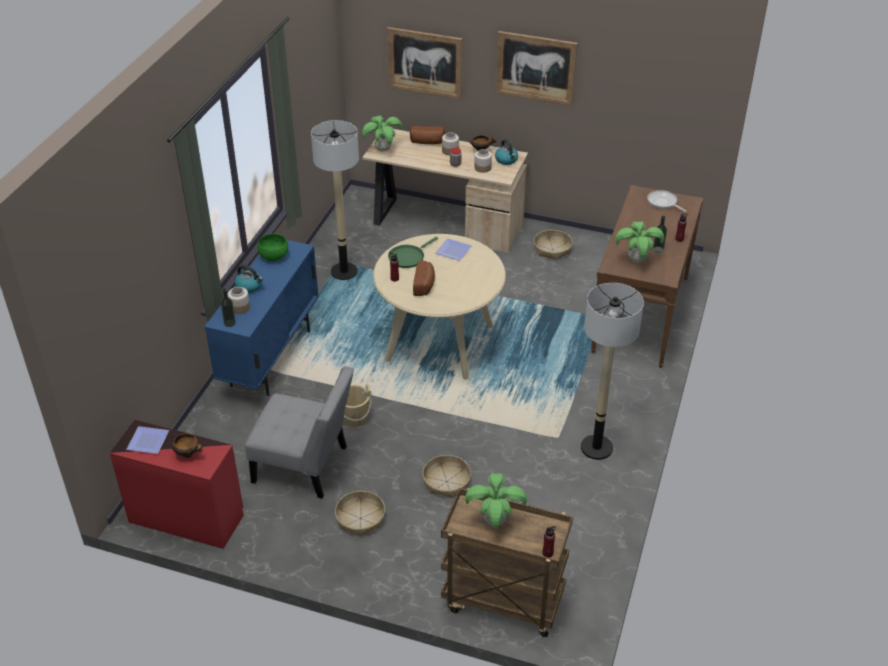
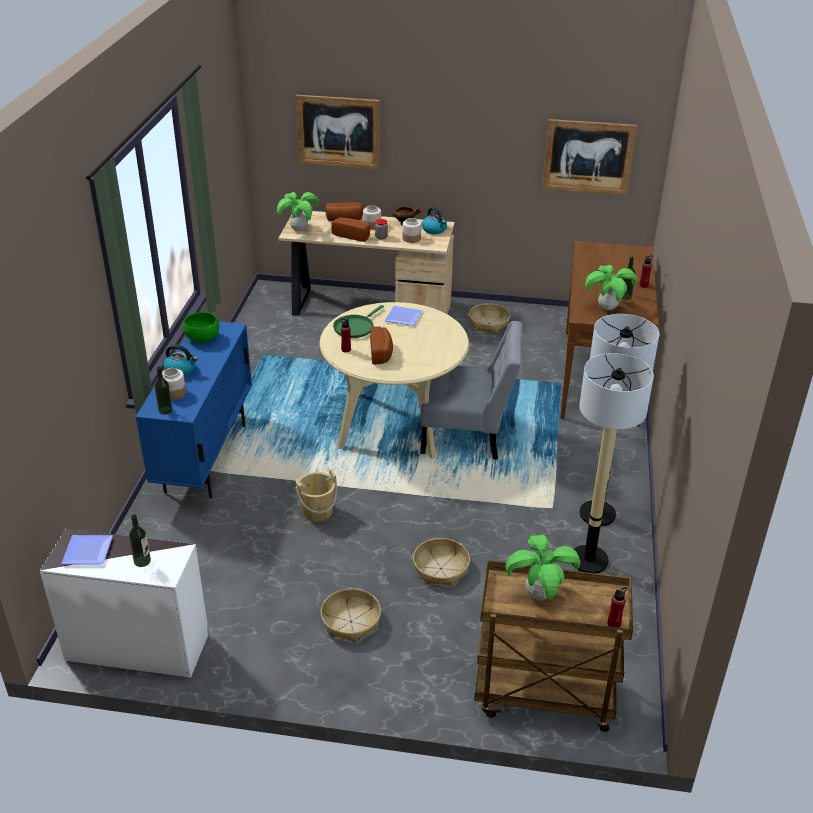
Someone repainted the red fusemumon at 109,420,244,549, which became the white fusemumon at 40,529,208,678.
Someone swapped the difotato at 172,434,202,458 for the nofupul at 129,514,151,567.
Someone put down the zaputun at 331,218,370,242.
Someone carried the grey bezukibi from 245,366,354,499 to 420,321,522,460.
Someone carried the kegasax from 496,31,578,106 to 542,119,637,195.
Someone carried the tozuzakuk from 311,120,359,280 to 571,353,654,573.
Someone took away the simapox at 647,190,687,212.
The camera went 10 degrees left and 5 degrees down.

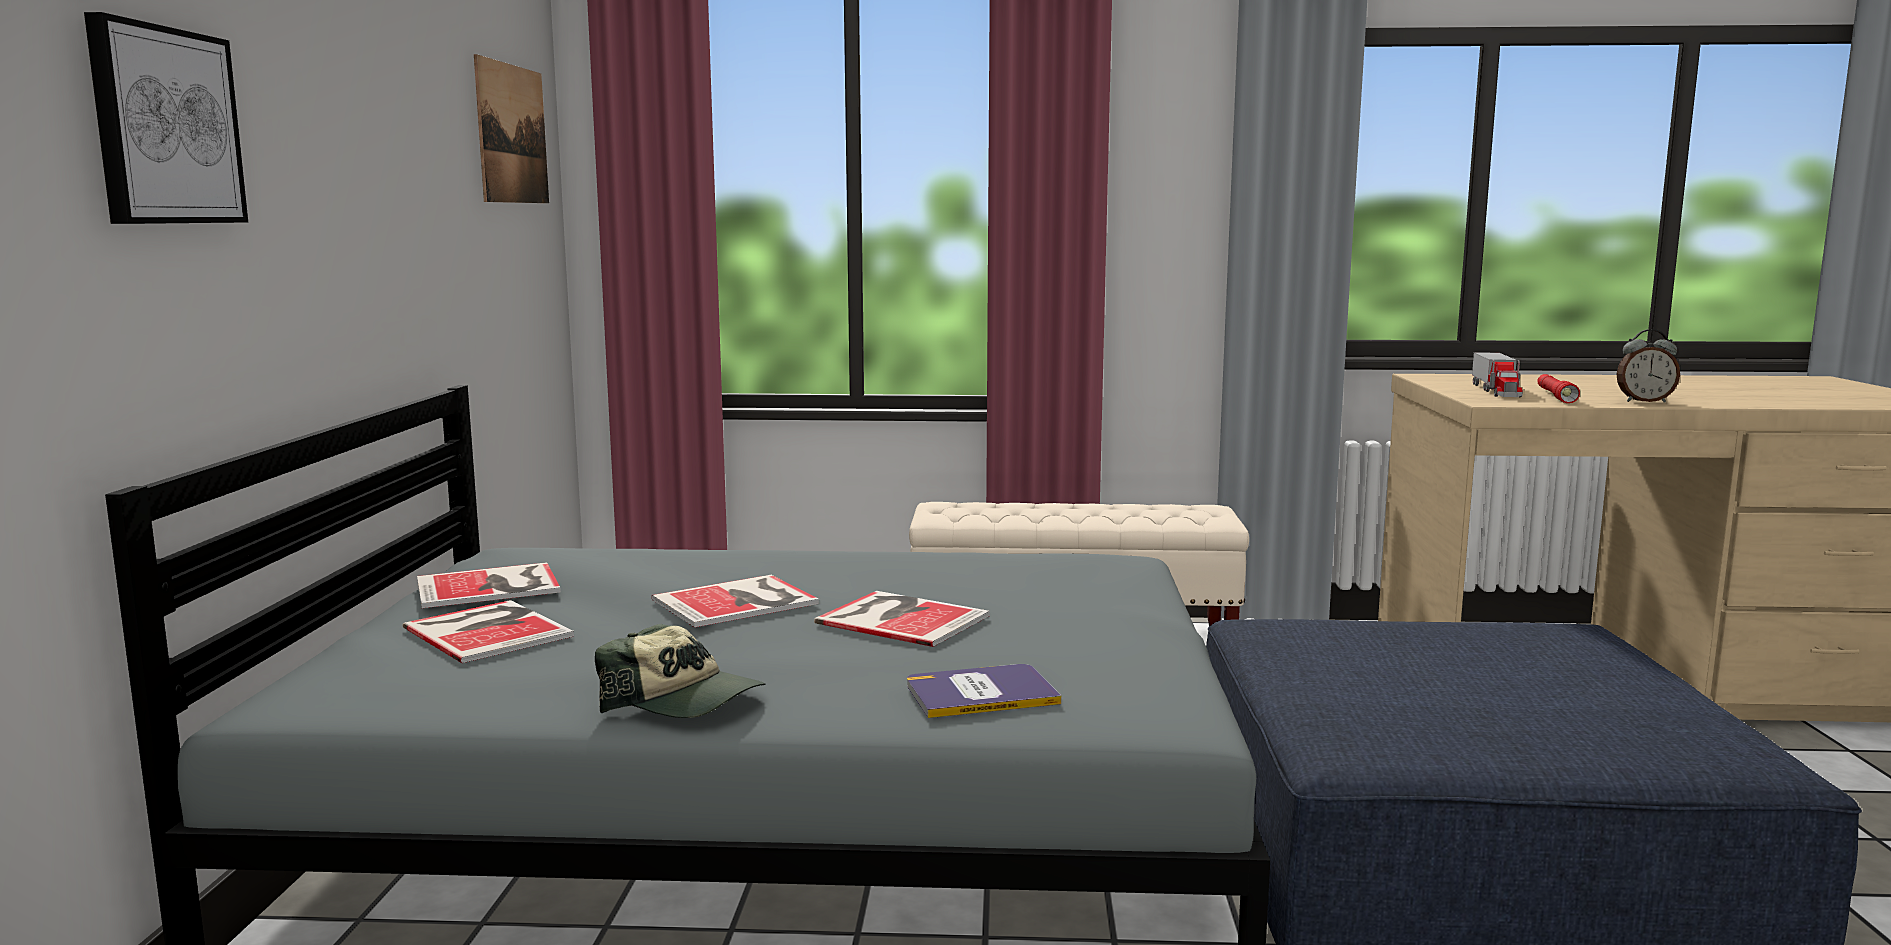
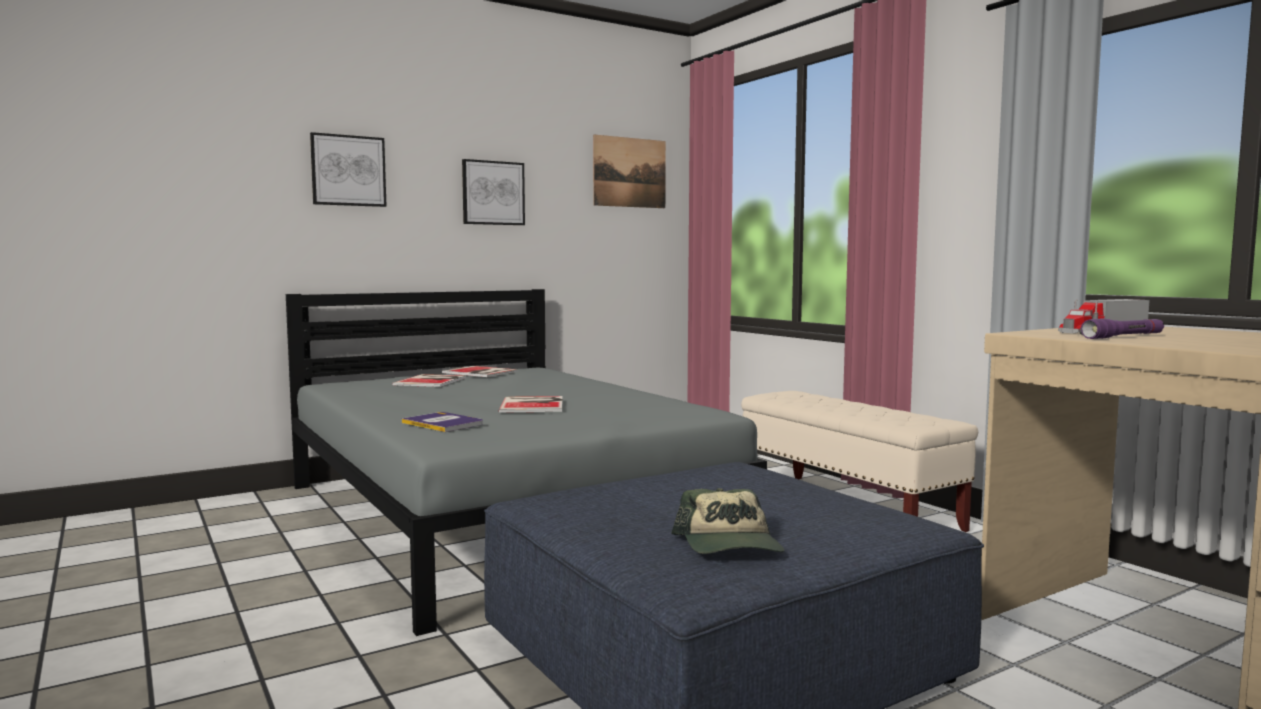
Someone put up the kegasax at 462,159,525,225.
Someone carried the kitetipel from 595,624,765,718 to 671,488,784,554.
Someone repainted the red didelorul at 1537,374,1580,403, which became the purple didelorul at 1081,318,1164,339.
Someone took away the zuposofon at 652,575,819,628.
Someone took away the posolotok at 1617,329,1680,403.
The camera went 55 degrees right and 5 degrees down.

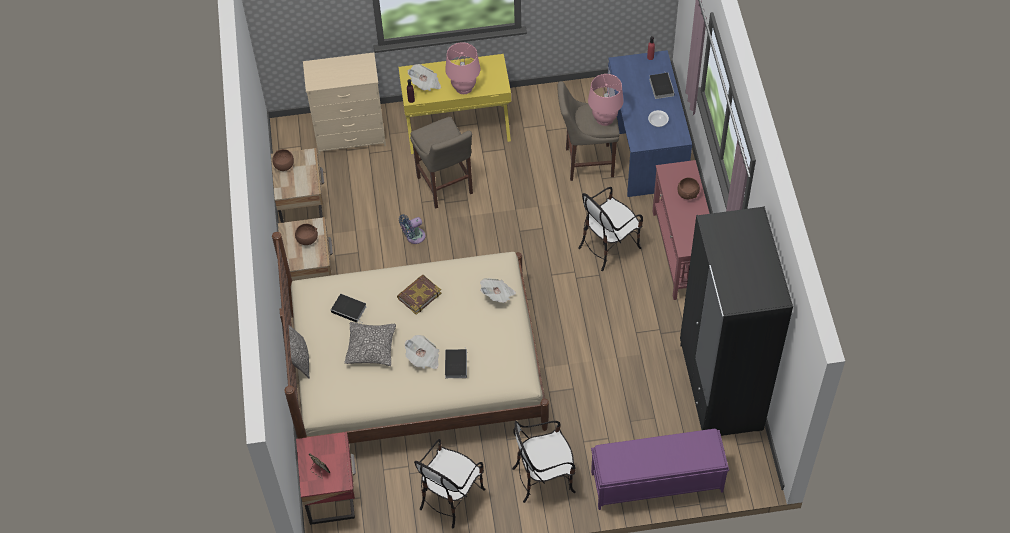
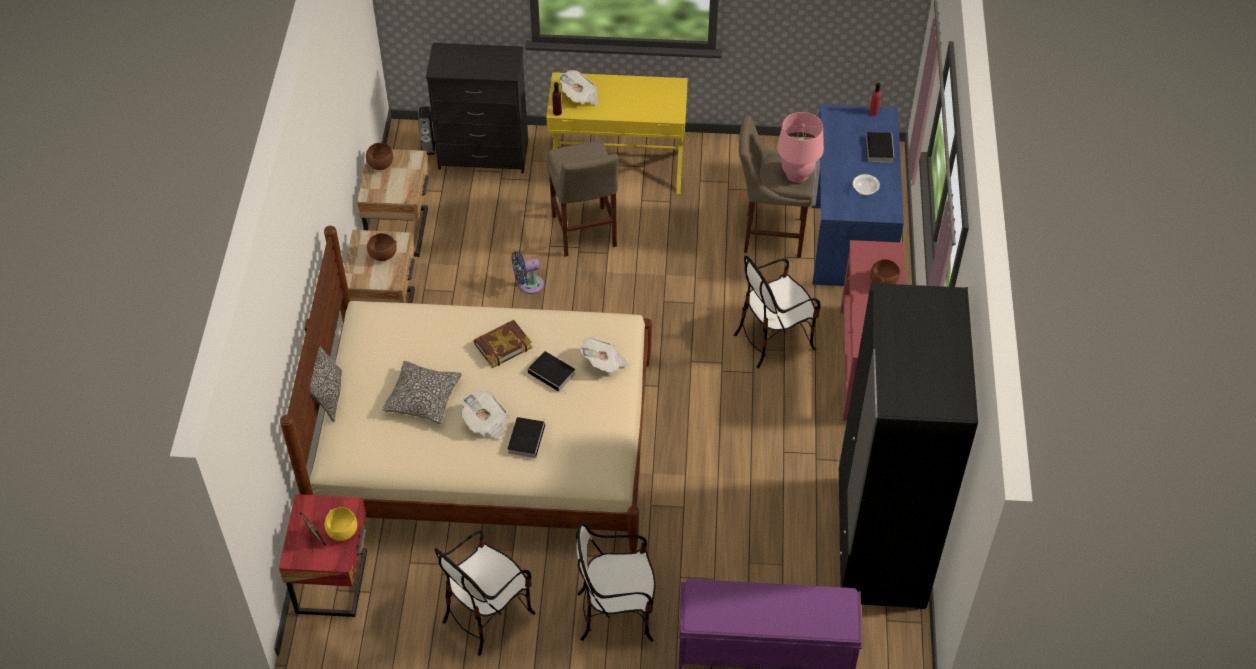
Someone put down the yellow difotato at 325,507,357,541.
Someone put down the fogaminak at 418,107,435,155.
Someone repainted the beige fusemumon at 303,53,386,154, which became the black fusemumon at 426,43,528,174.
Someone carried the zuposofon from 331,294,367,324 to 528,351,575,394.
Someone took away the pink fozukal at 445,42,480,94.
The camera went 10 degrees right and 5 degrees down.

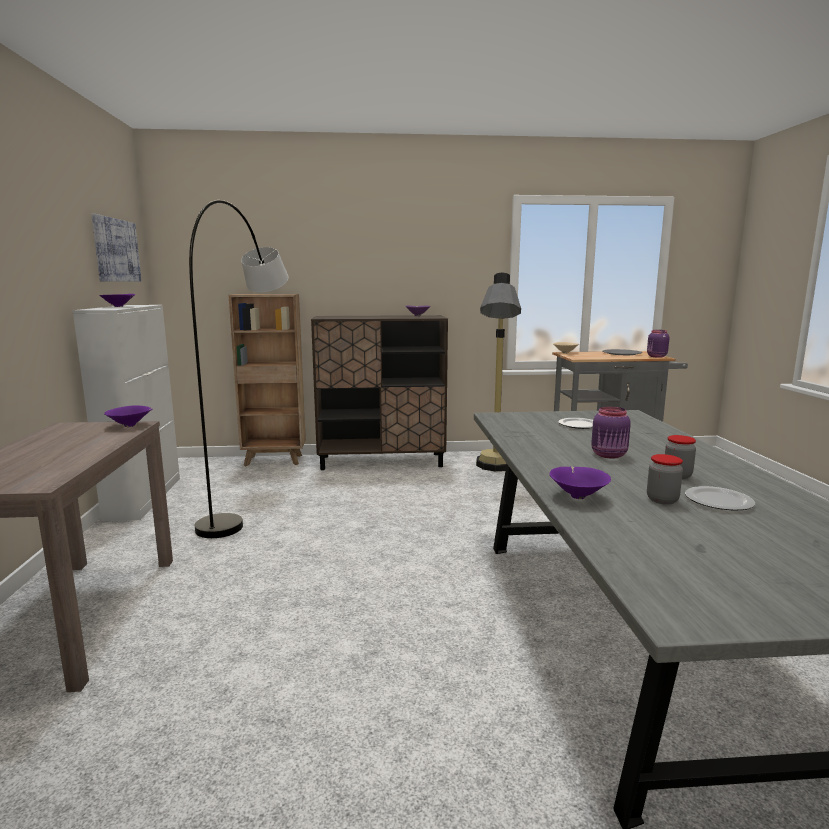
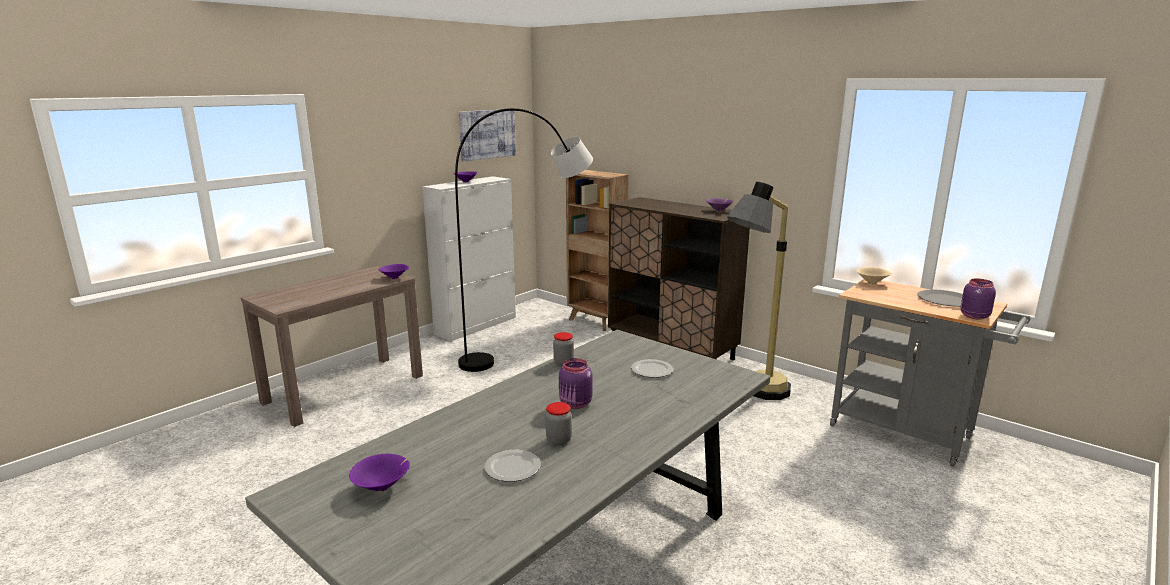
Someone carried the purple difotato from 549,467,611,499 to 349,454,410,492.
Someone carried the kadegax from 647,454,683,505 to 553,332,574,365.
The camera went 45 degrees right and 5 degrees up.

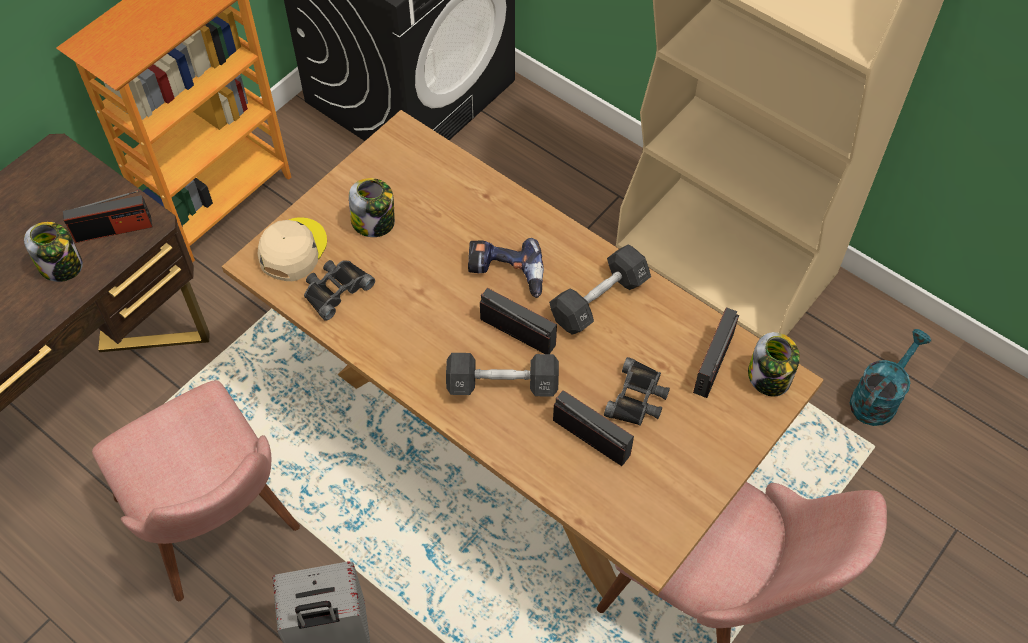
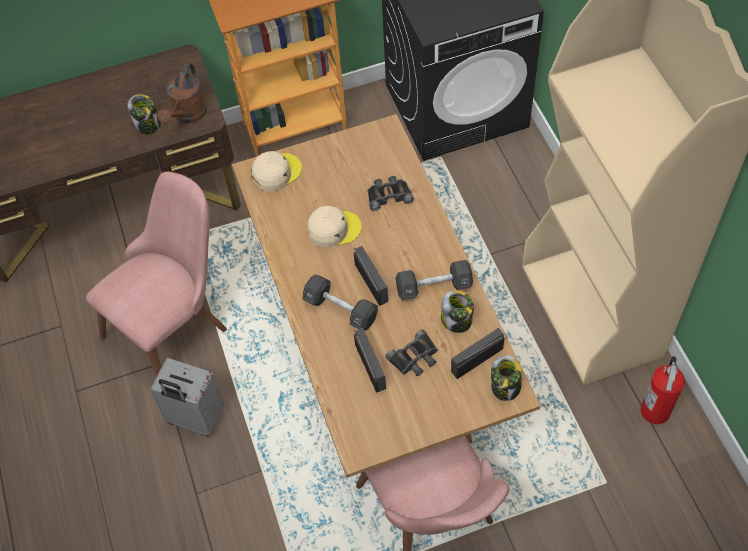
Someone rotated the pink bezukibi at 92,380,300,601 by 135 degrees counterclockwise.
Someone swapped the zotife at 63,190,152,243 for the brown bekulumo at 157,63,207,125.
Someone put down the beige kitetipel at 307,206,362,248.
Someone carried the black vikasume from 304,260,375,320 to 367,176,414,211.
Someone carried the kadegax from 349,178,395,237 to 441,290,474,333.
Someone put down the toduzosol at 641,356,685,424.
Someone took away the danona at 468,238,544,298.
Someone took away the turquoise bekulumo at 850,329,931,426.
The camera went 35 degrees right and 0 degrees up.

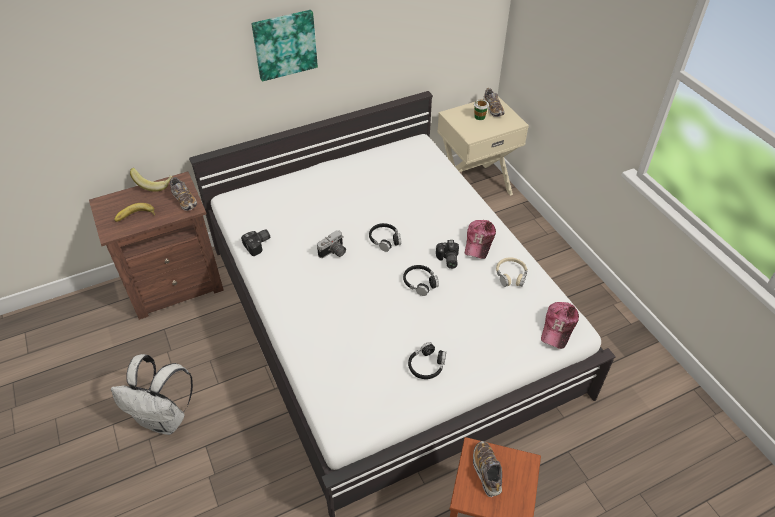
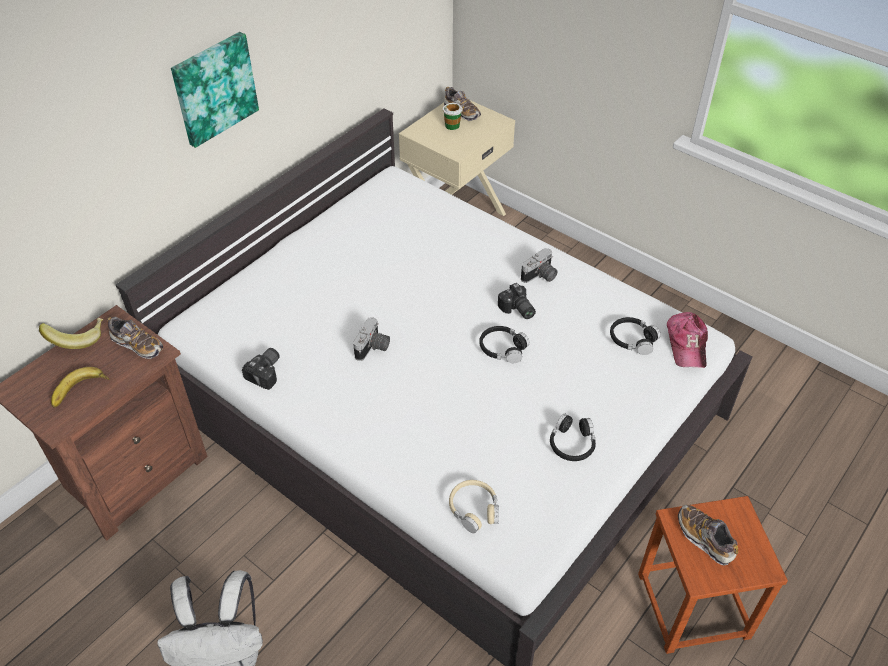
Someone carried the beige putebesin from 496,257,527,287 to 449,480,499,533.
Someone swapped the kitetipel at 465,220,496,259 for the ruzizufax at 521,248,558,283.
Someone carried the black putebesin from 369,223,401,252 to 610,317,660,355.
The camera went 25 degrees left and 0 degrees up.

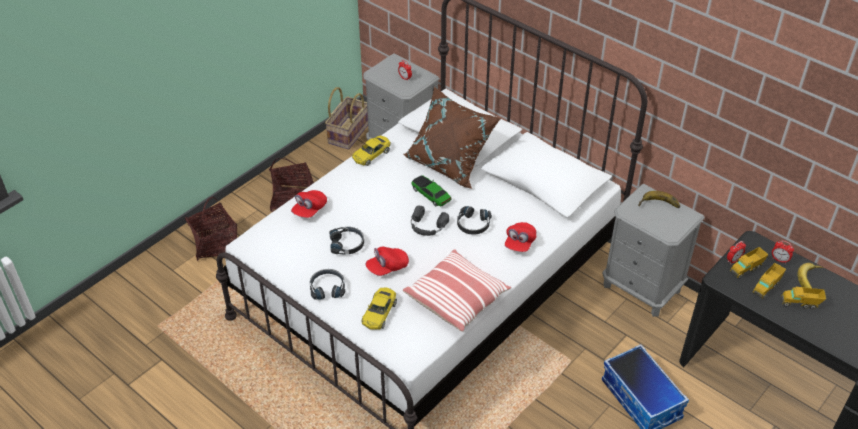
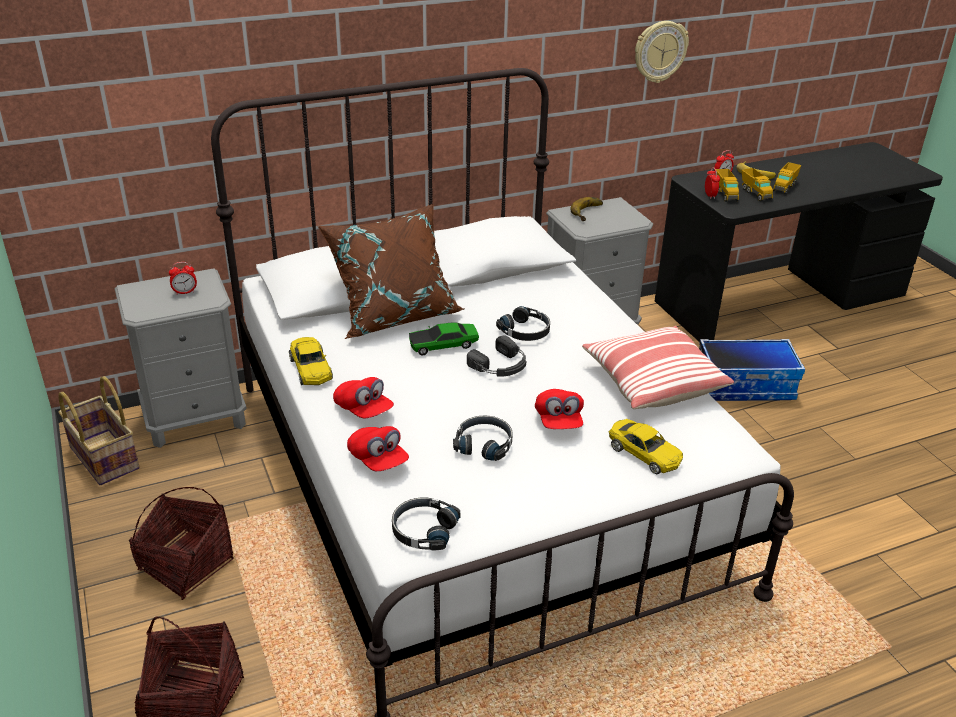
Someone carried the red kitetipel from 505,222,536,252 to 333,377,394,418.
Someone carried the black putebesin from 310,269,345,300 to 392,497,461,551.
Someone put up the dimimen at 635,21,689,83.
The camera went 65 degrees left and 10 degrees down.

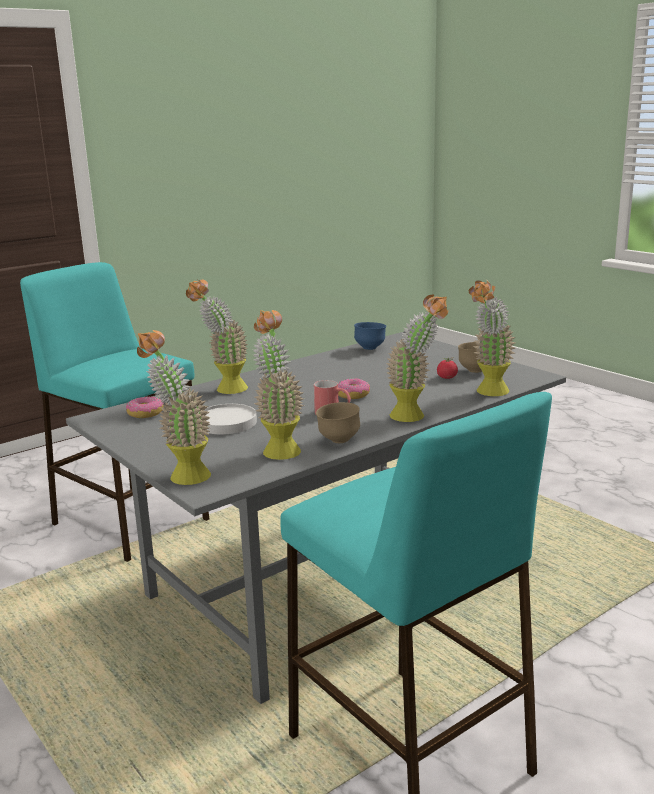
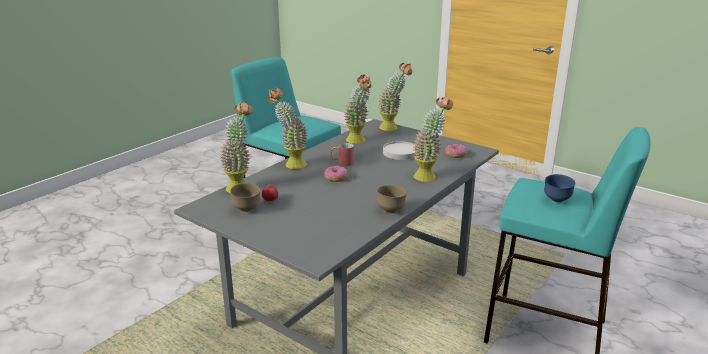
Someone carried the brown difotato from 316,402,360,443 to 377,185,407,213.
Someone carried the blue difotato from 354,322,386,350 to 544,174,575,202.
The camera went 165 degrees right and 5 degrees up.

